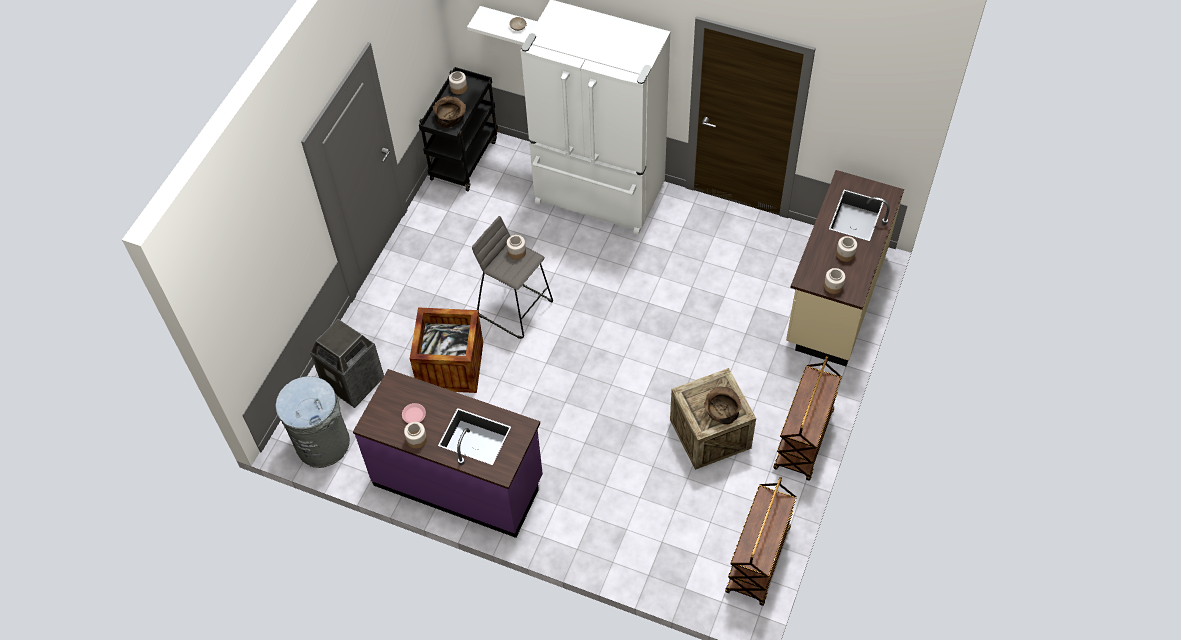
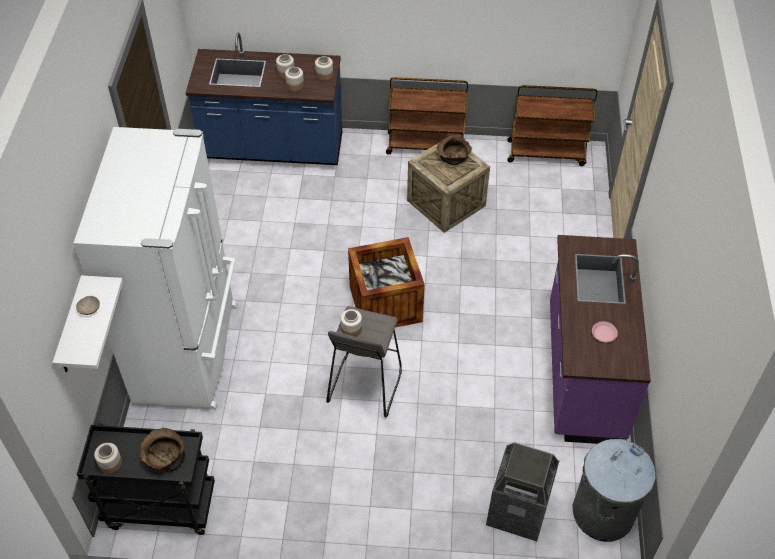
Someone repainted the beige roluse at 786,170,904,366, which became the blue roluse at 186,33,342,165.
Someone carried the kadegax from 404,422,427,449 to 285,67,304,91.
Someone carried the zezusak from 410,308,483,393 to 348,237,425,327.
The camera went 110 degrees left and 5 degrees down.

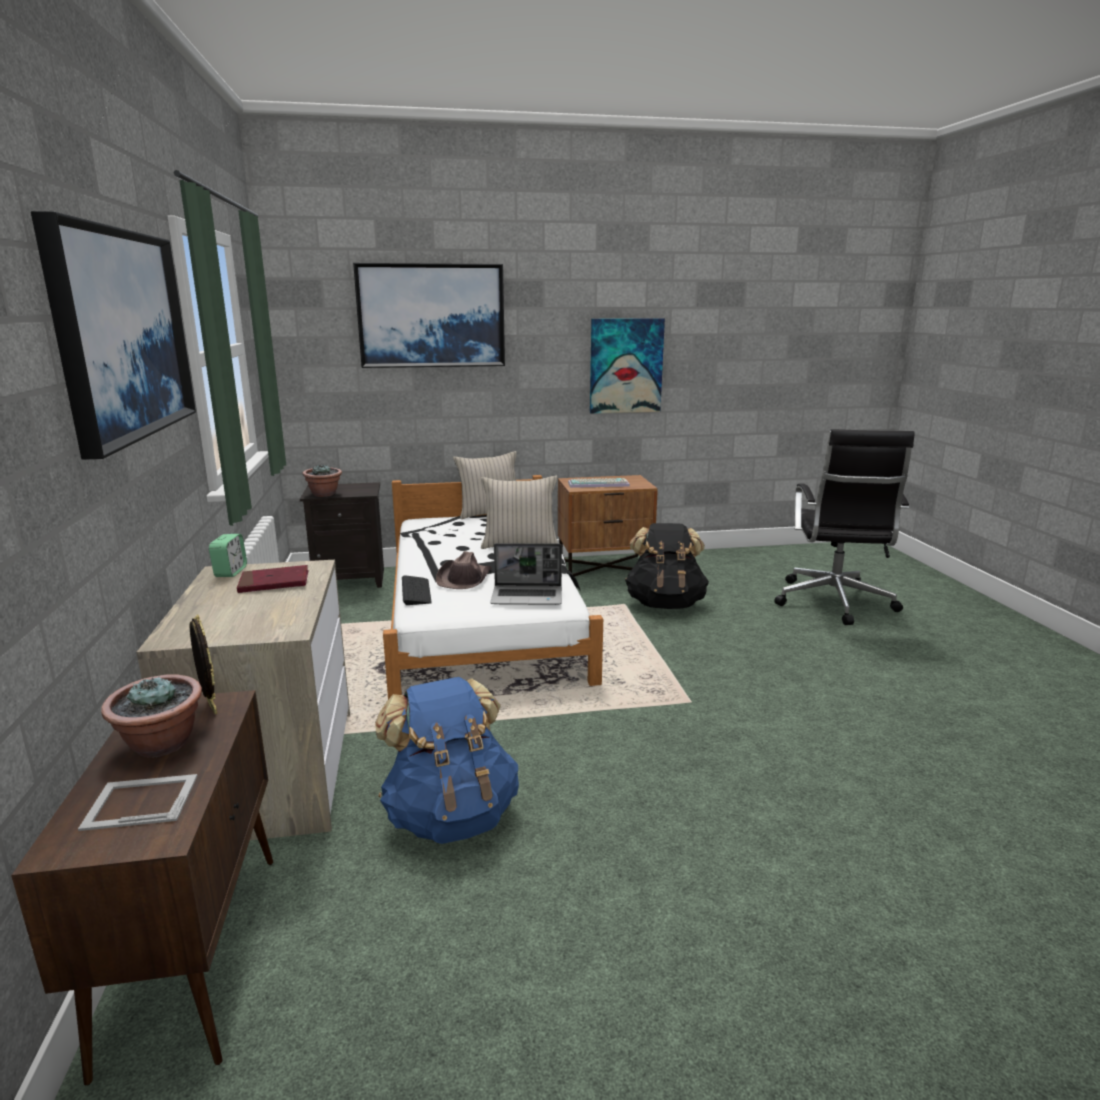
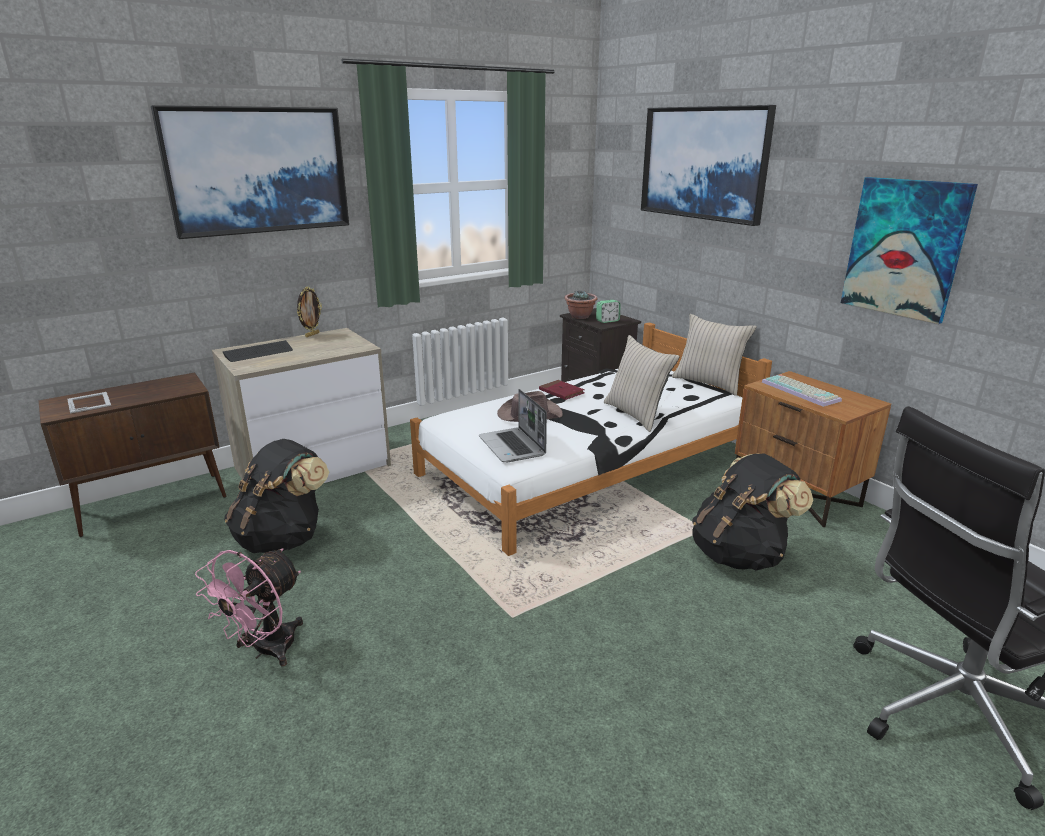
Someone put down the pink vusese at 195,548,303,666.
Someone carried the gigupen from 402,575,432,605 to 223,340,293,362.
Someone repainted the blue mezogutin at 375,677,519,844, which became the black mezogutin at 224,439,329,553.
Someone carried the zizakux from 190,614,217,714 to 297,286,322,337.
Someone carried the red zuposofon from 237,565,309,593 to 539,380,585,400.
Someone carried the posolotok from 209,534,247,577 to 596,300,621,323.
Someone took away the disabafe at 101,674,202,758.
The camera went 65 degrees right and 5 degrees up.

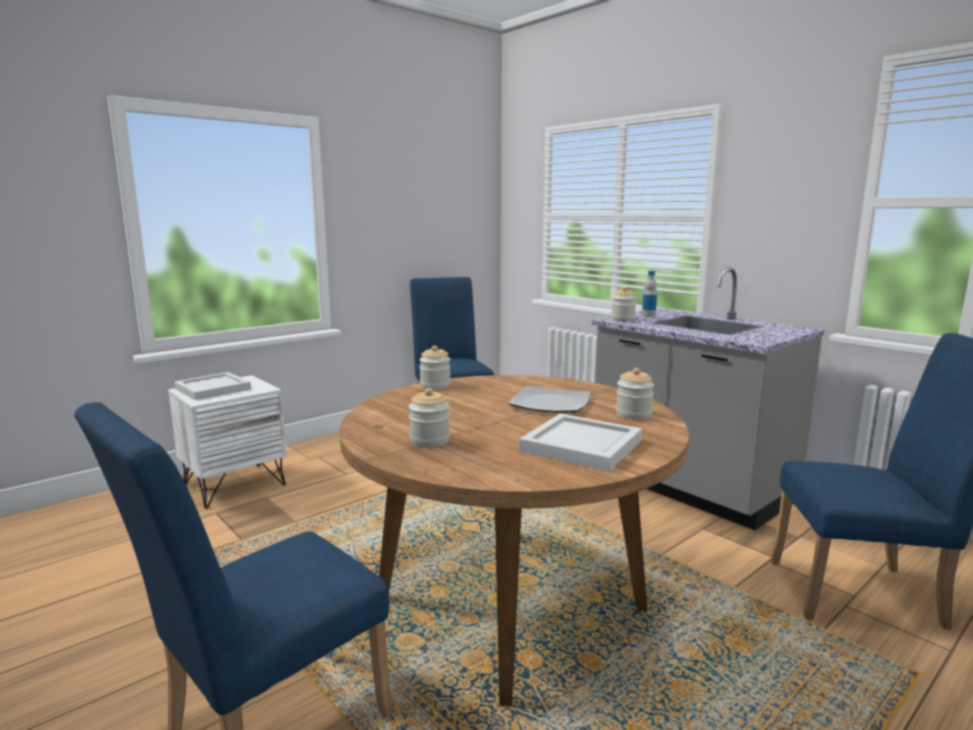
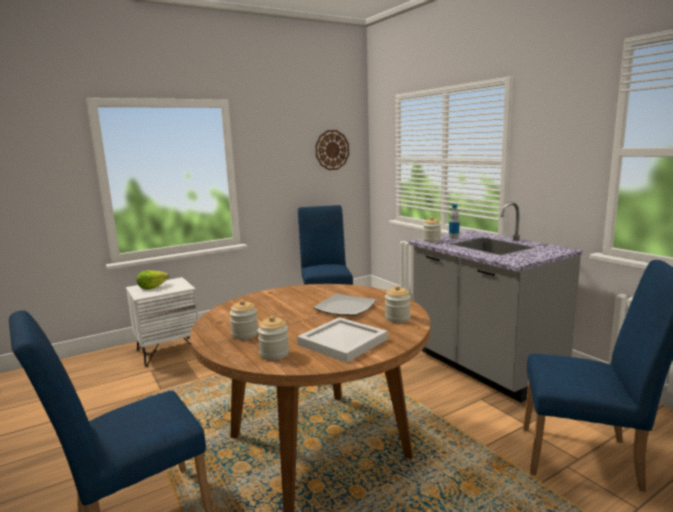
Someone swapped the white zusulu at 174,372,251,400 for the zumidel at 137,270,169,290.
Someone carried the kadegax from 419,345,451,390 to 258,316,289,360.
Someone put up the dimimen at 315,130,349,170.
The camera went 10 degrees right and 0 degrees up.

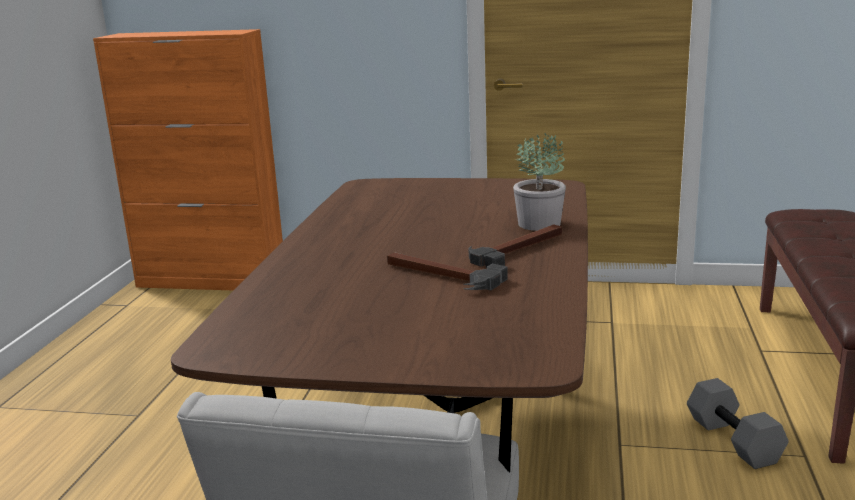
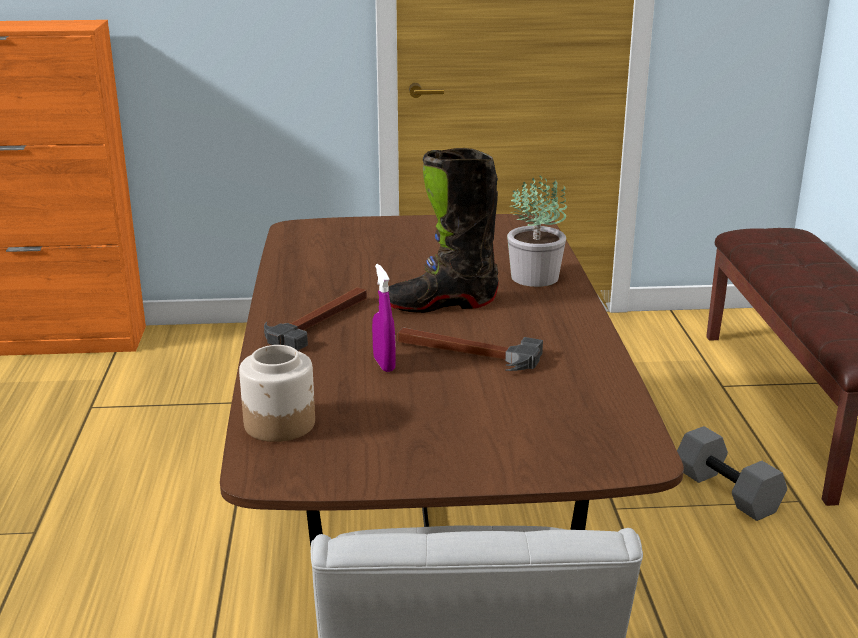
Someone put down the kadegax at 239,345,315,442.
Someone carried the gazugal from 469,224,562,268 to 264,287,367,351.
Someone put down the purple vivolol at 372,264,396,372.
Someone put down the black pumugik at 388,148,499,313.
The camera went 15 degrees left and 5 degrees up.

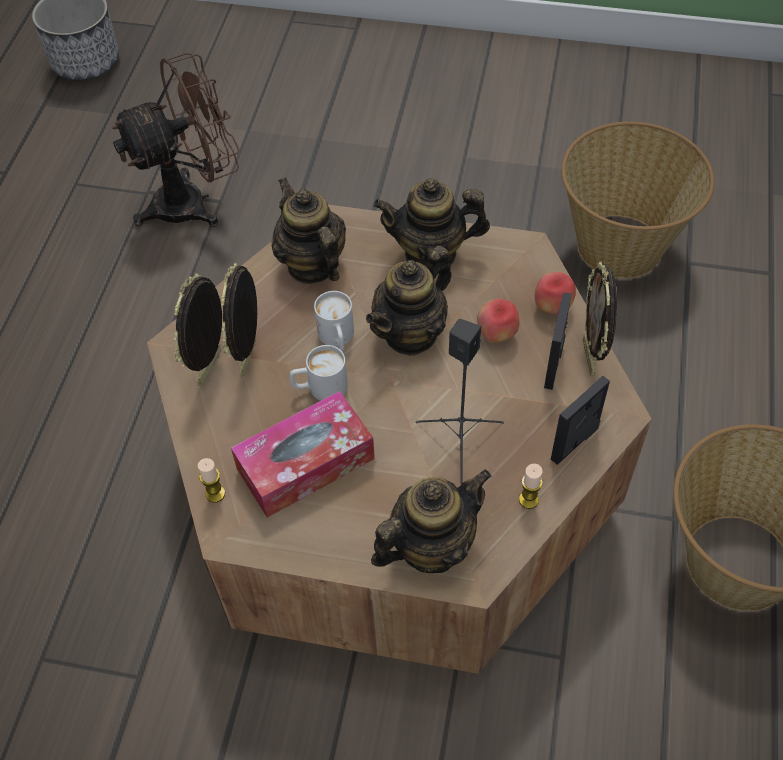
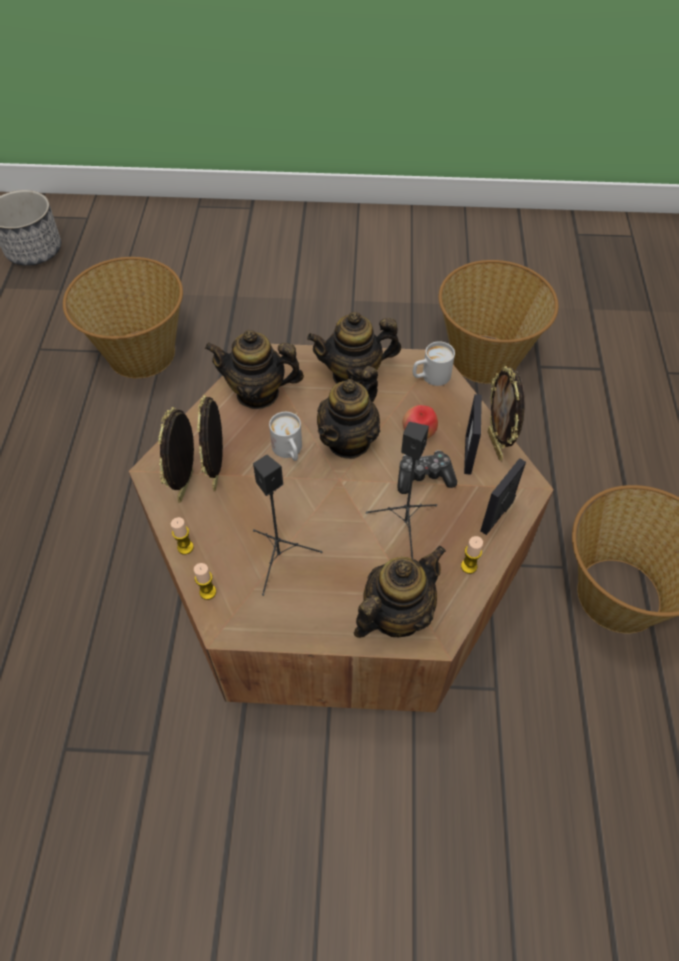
Someone swapped the brown vusese at 112,53,240,227 for the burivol at 63,257,183,378.
Someone put down the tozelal at 171,517,194,555.
Someone rotated the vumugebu at 272,177,346,284 by 45 degrees counterclockwise.
Someone swapped the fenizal at 231,391,375,518 for the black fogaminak at 253,455,322,596.
Someone put down the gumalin at 397,450,457,494.
Someone carried the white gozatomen from 289,345,348,401 to 413,341,455,386.
Someone took away the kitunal at 535,272,576,315.
The camera went 10 degrees left and 0 degrees up.

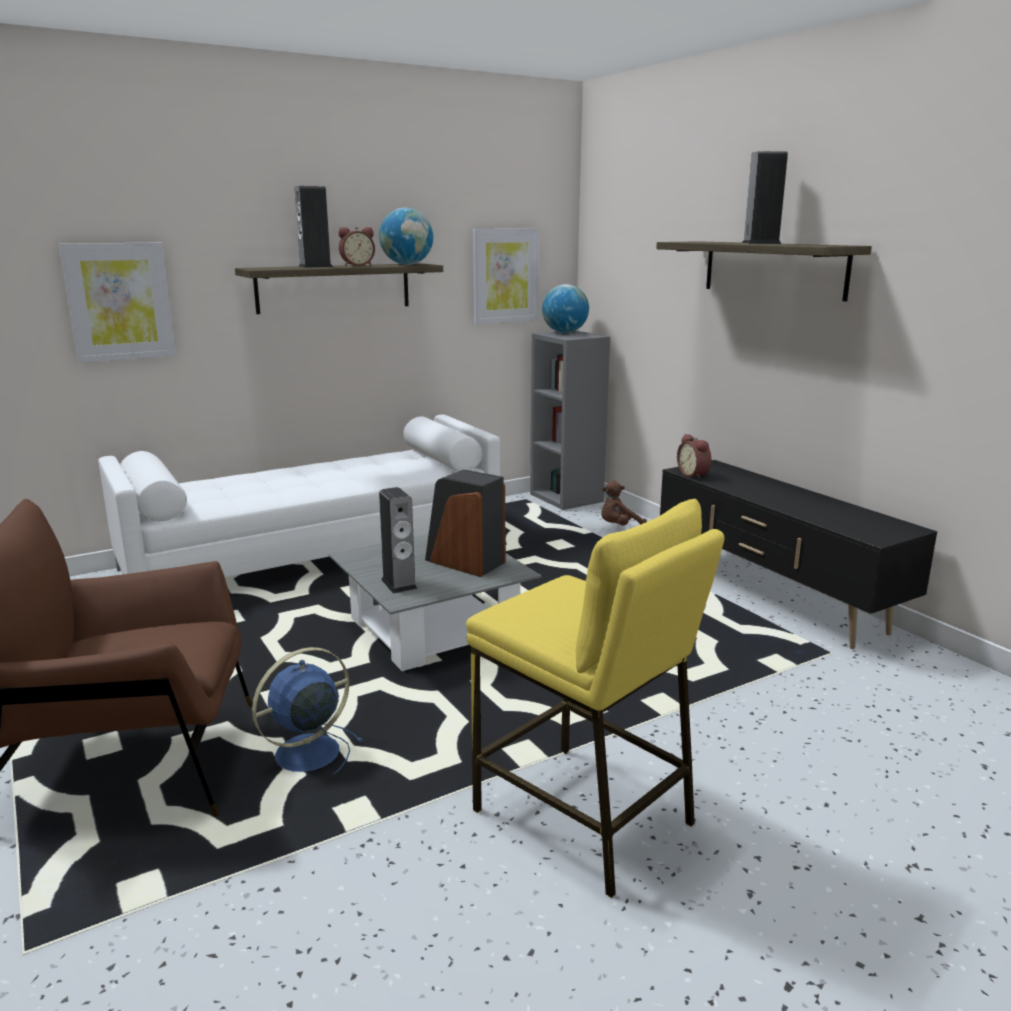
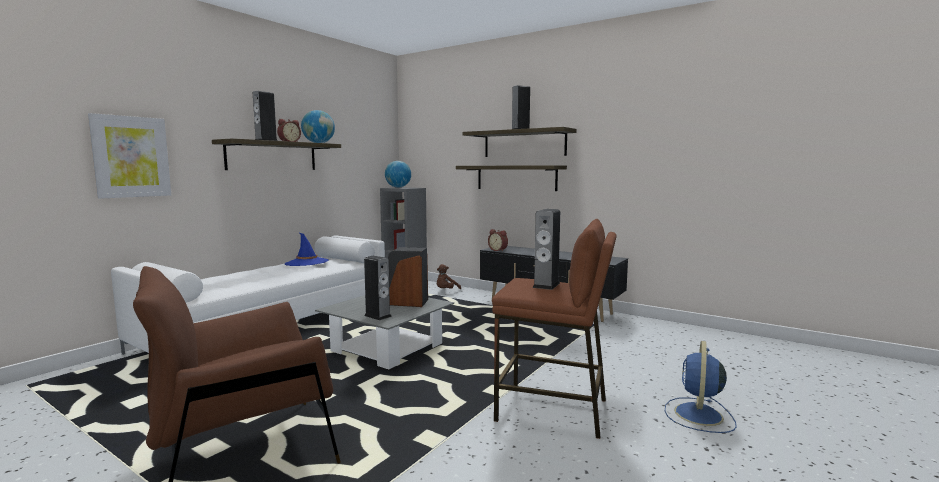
Someone put down the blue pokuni at 285,232,329,266.
Someone put up the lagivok at 456,165,567,191.
Someone repainted the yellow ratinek at 466,499,724,898, which became the brown ratinek at 492,219,616,439.
Someone put down the fogaminak at 532,209,560,290.
Someone carried the blue vusese from 252,647,363,775 to 665,341,737,433.
Someone took away the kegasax at 473,229,539,324.
The camera went 25 degrees left and 10 degrees down.

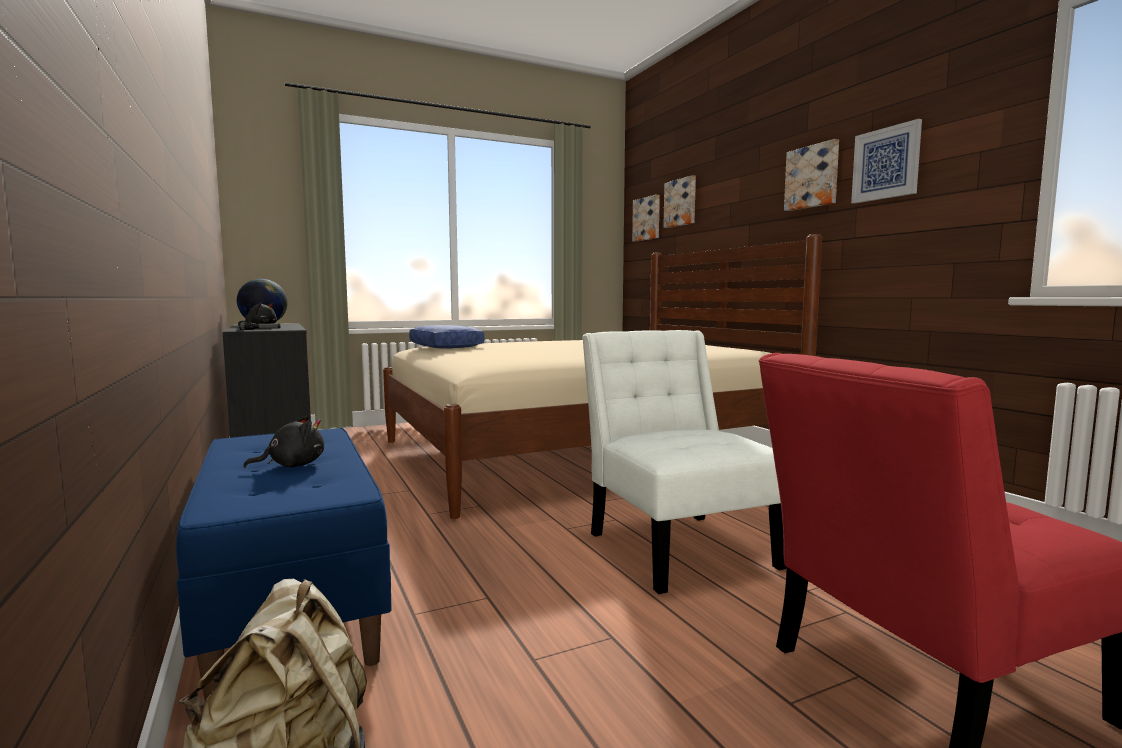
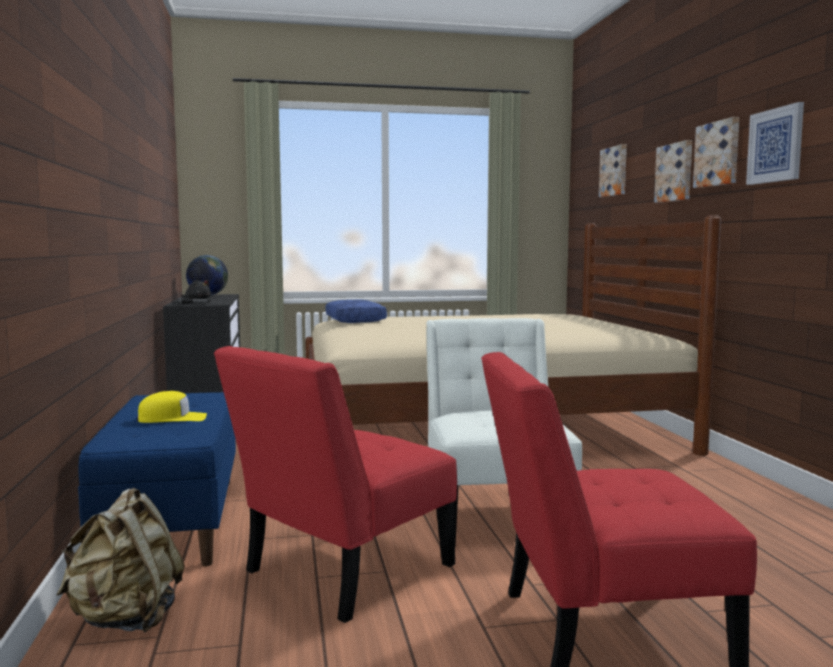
Someone swapped the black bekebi at 243,416,324,468 for the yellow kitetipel at 137,391,207,423.
Someone put down the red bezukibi at 214,346,457,623.
Someone carried the kegasax from 632,195,660,242 to 654,140,692,203.
The camera went 15 degrees right and 0 degrees up.

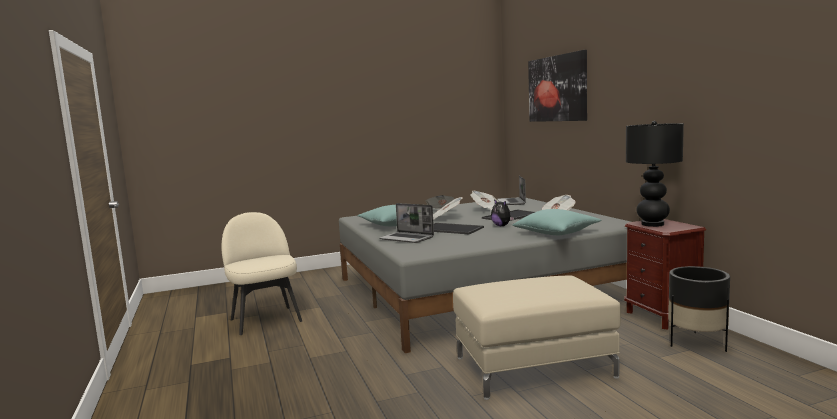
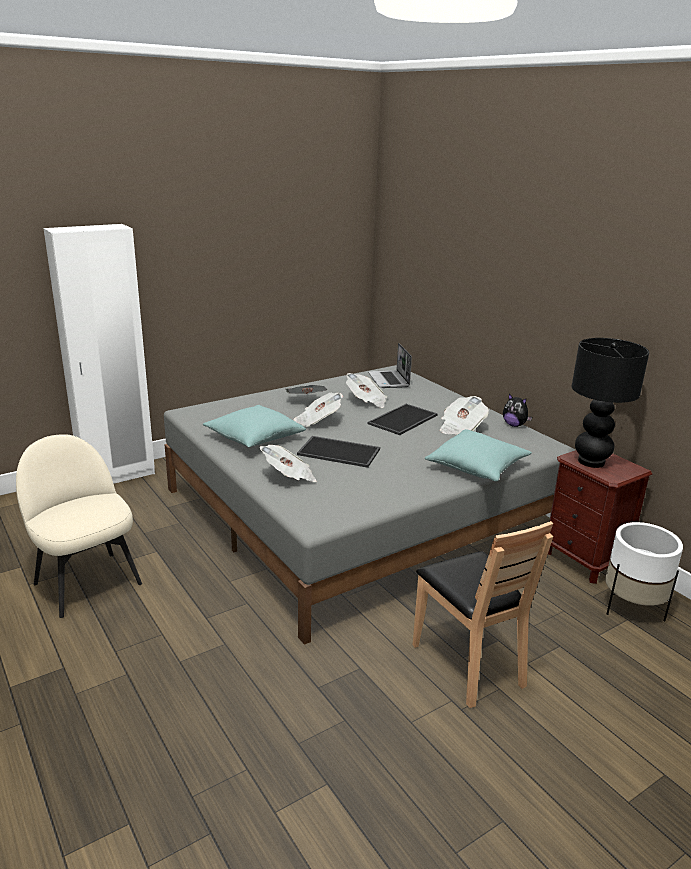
Someone put down the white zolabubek at 43,224,155,484.
Someone swapped the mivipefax at 379,203,434,243 for the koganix at 260,445,317,482.
Someone swapped the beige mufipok at 453,276,621,400 for the brown bezukibi at 413,521,553,708.
Someone carried the bekebi from 491,199,514,226 to 503,394,532,427.
Someone repainted the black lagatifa at 668,266,730,352, which became the white lagatifa at 605,522,683,621.
Someone took away the kegasax at 528,50,587,122.
The camera went 15 degrees left and 15 degrees up.

